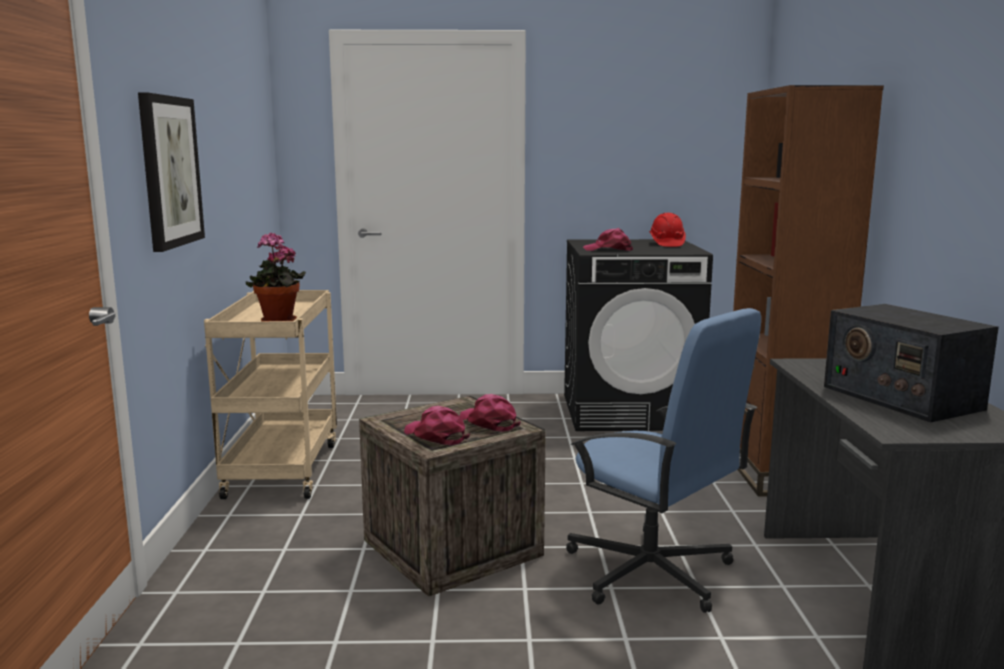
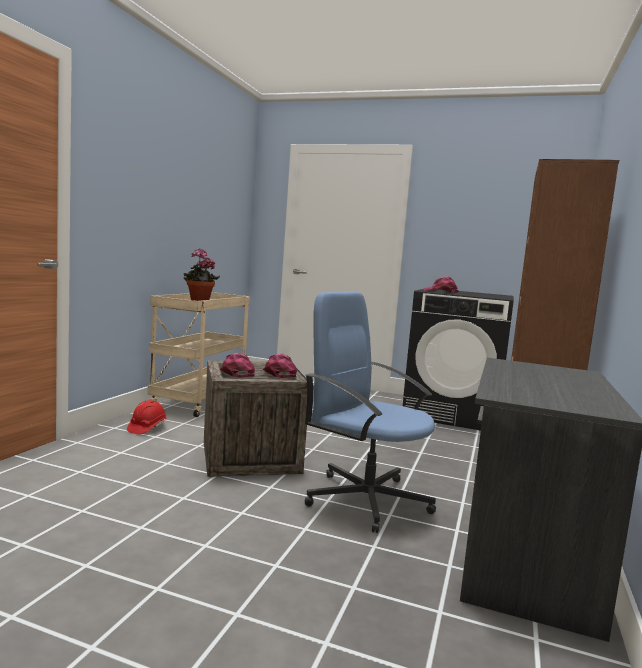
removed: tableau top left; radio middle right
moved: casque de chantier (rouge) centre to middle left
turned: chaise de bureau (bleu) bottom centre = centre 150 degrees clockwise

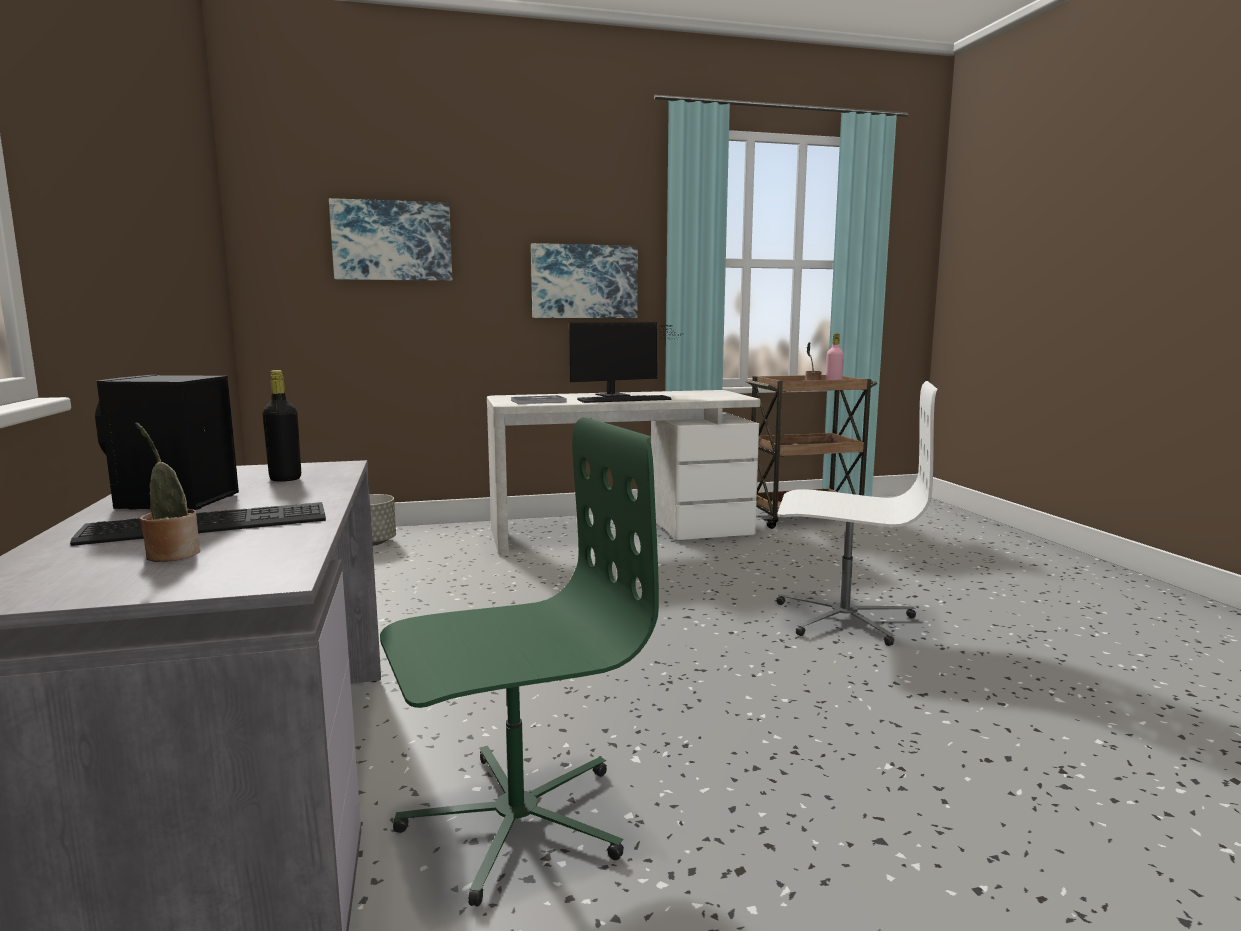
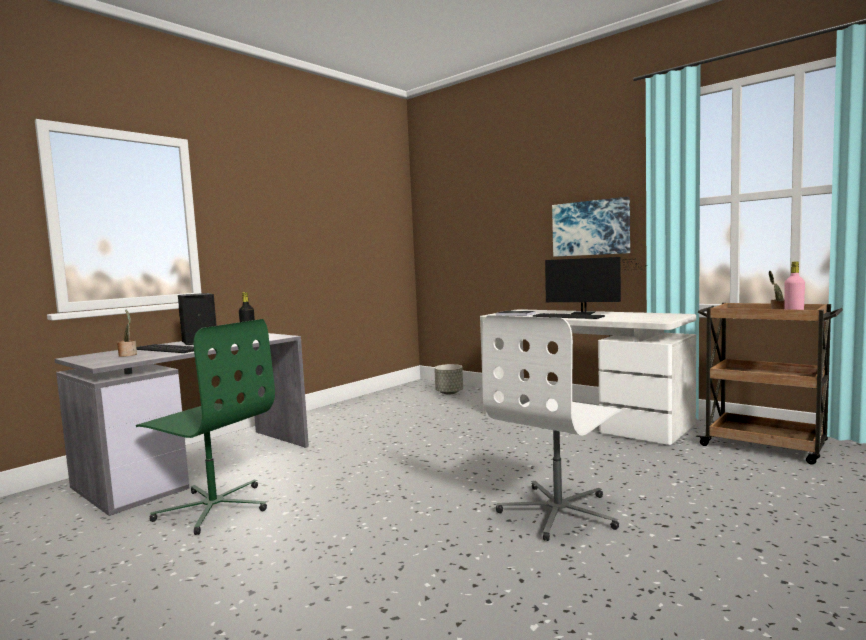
removed: tableau (1st from left) top left
turned: chaise de bureau (blanc) middle right = bottom centre 60 degrees clockwise

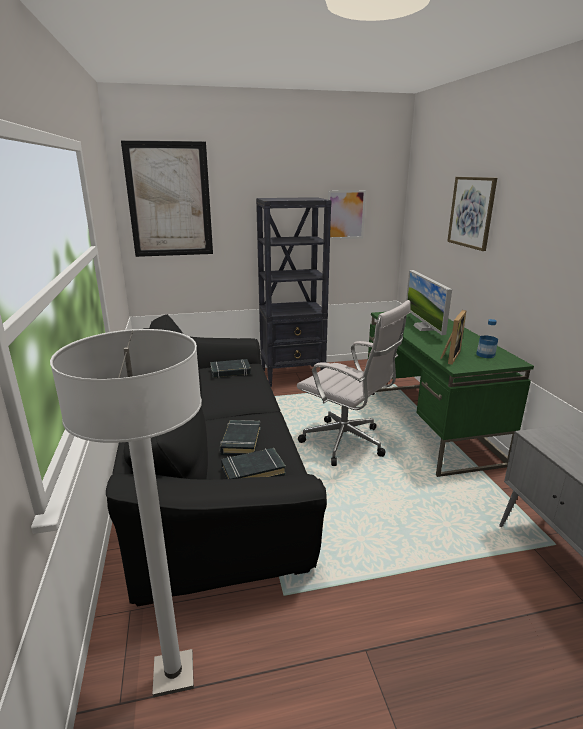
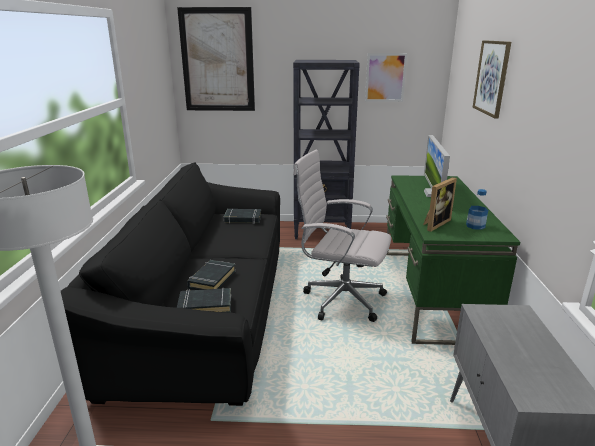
turned: chaise de bureau (blanc) centre = centre 150 degrees clockwise

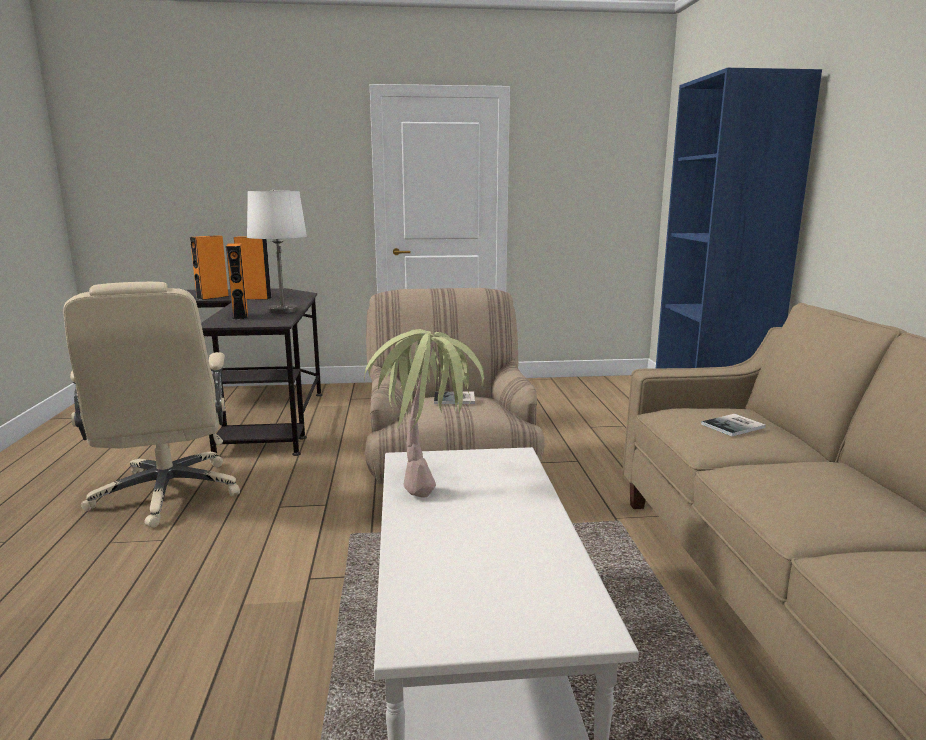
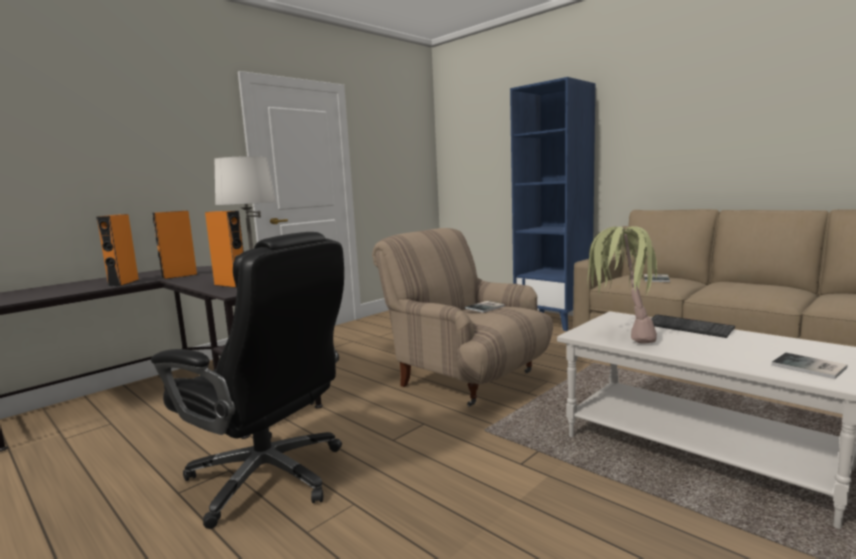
added: clavier middle right; livre (3rd from left) middle right
recoloured: chaise de bureau (beige) middle left to chaise de bureau (noir) bottom left

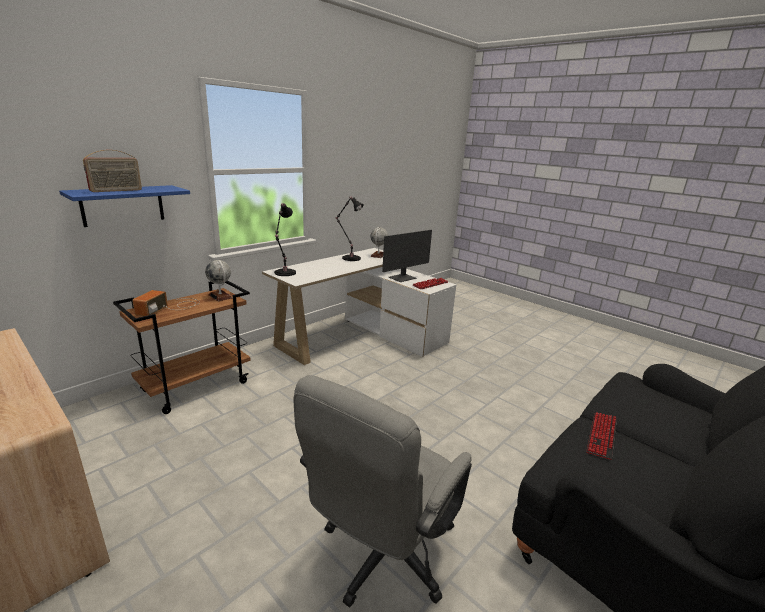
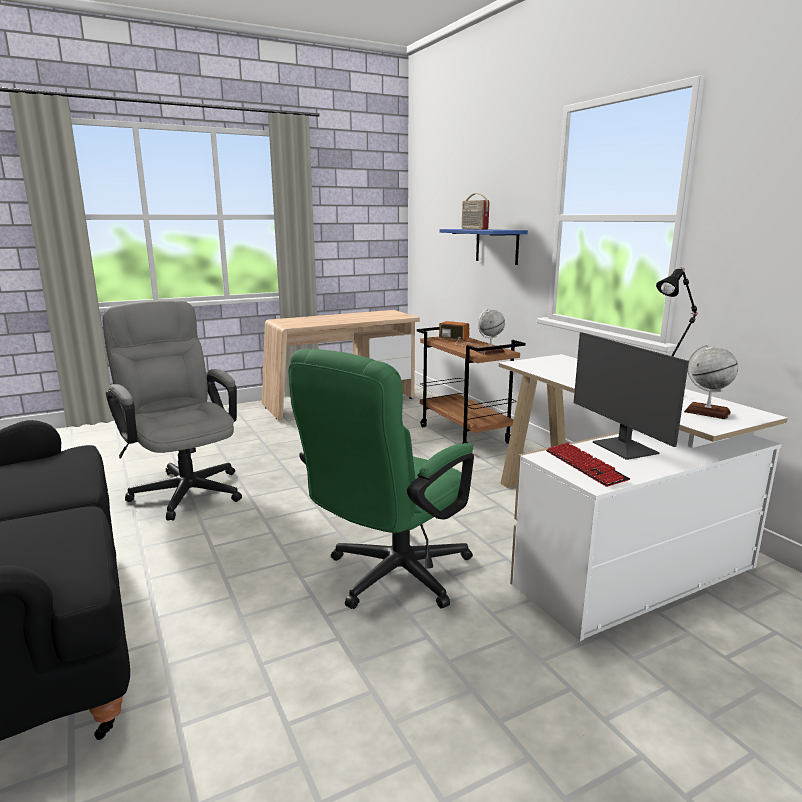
removed: lampe de table (noir) (1st from left) centre; clavier (2nd from left) bottom right
added: chaise de bureau (vert) centre

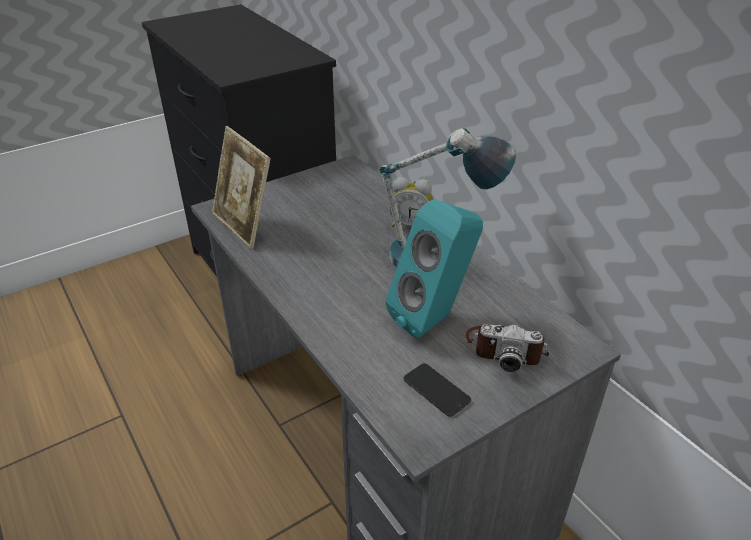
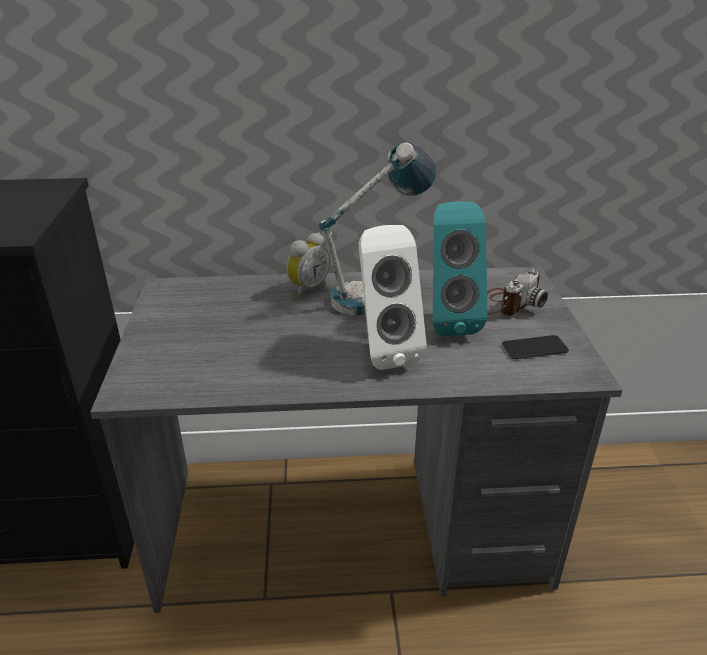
removed: cadre photo middle left
added: enceinte (blanc) centre

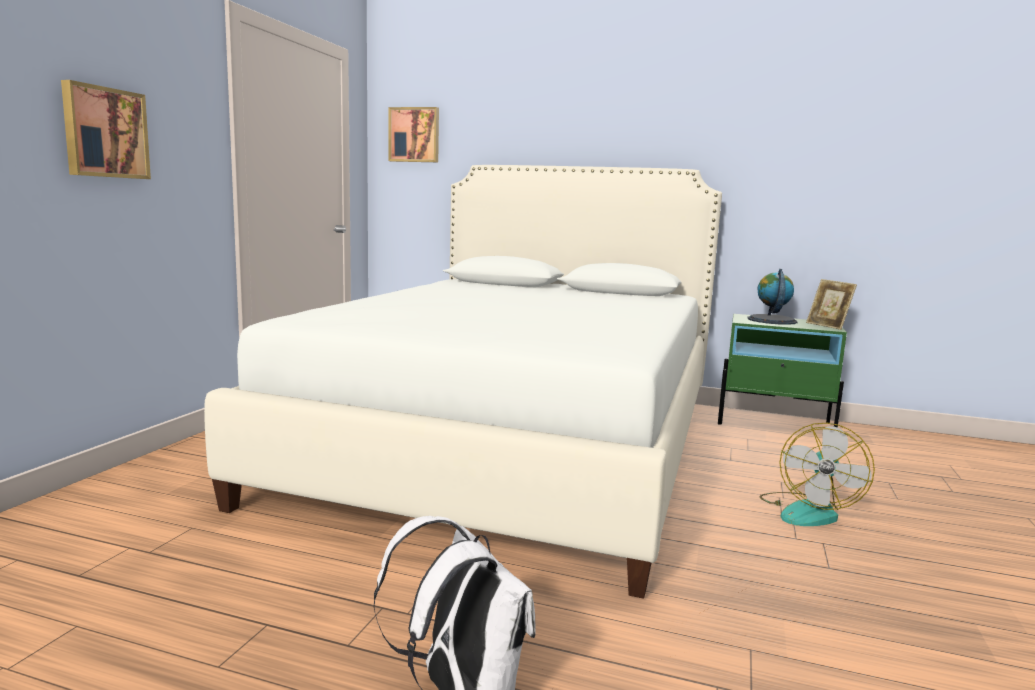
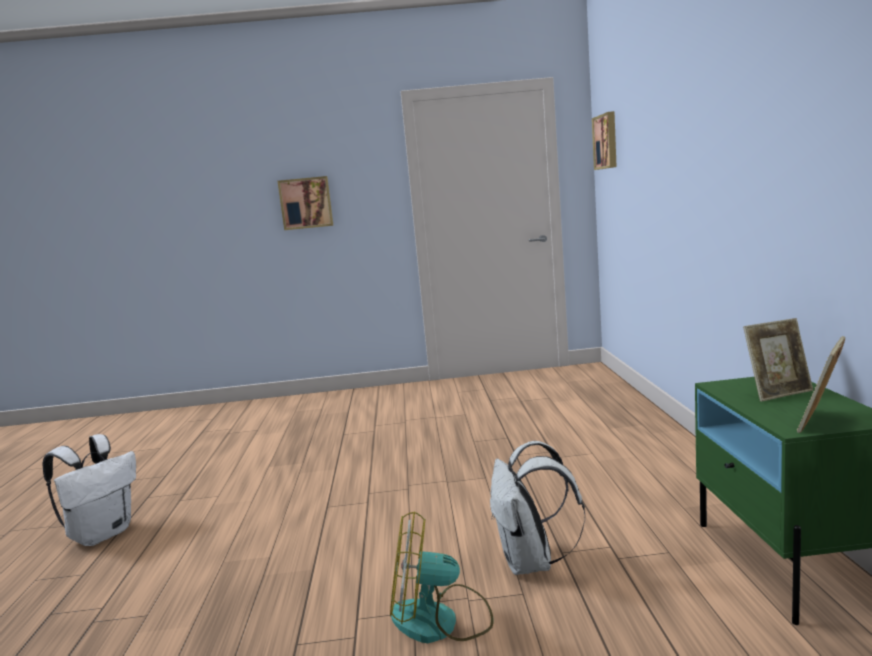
removed: lit (blanc) centre
added: sac à dos (blanc) (2nd from left) bottom centre
replaced: globe middle right to cadre photo (1st from left) middle right

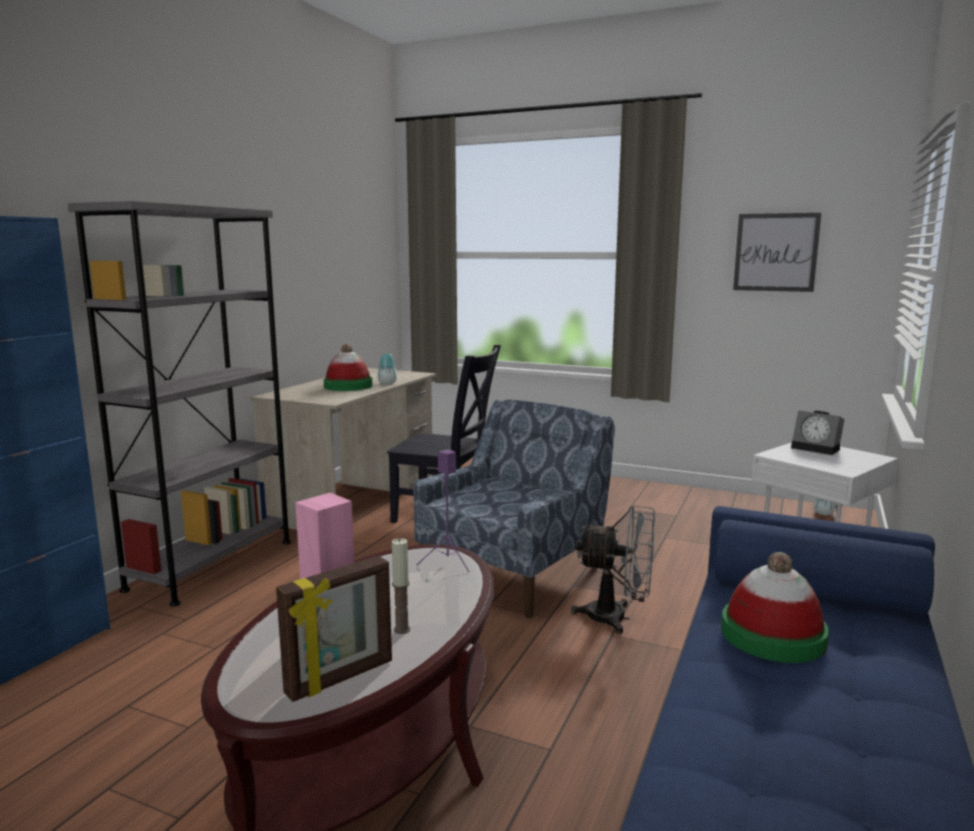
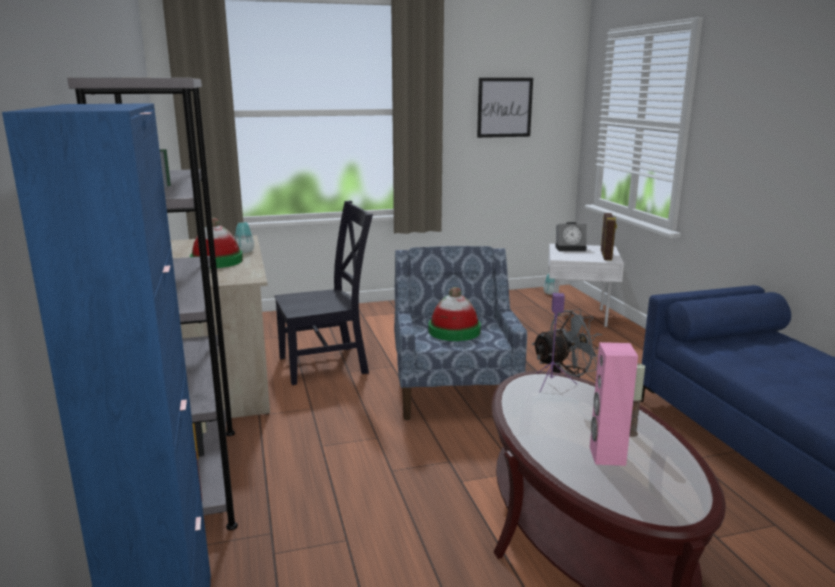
moved: chapeau (2nd from left) bottom right to centre; cadre photo bottom centre to middle right

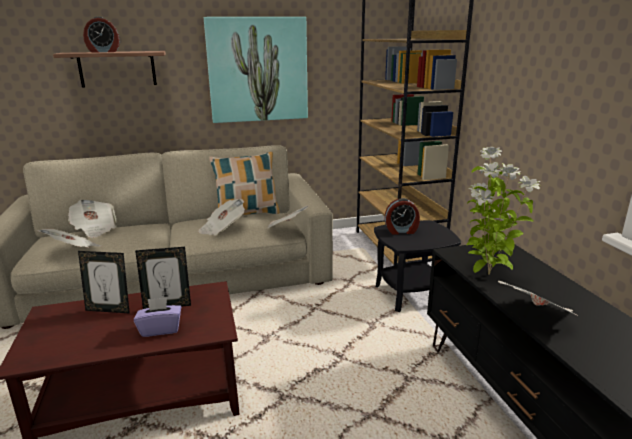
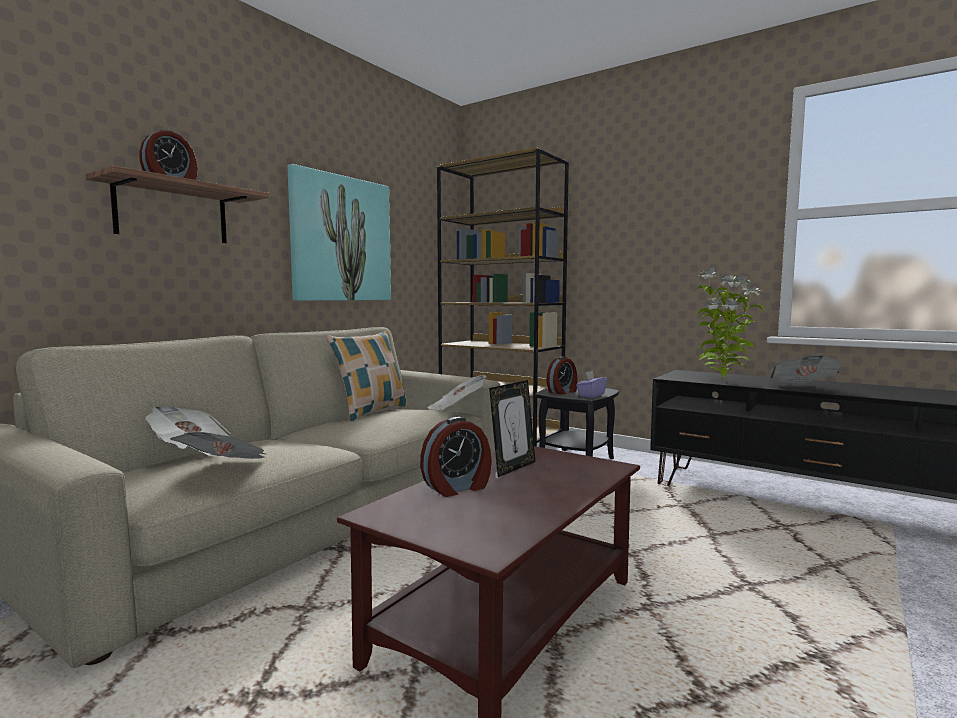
removed: journal (3rd from left) centre
moved: boîte à mouchoirs (violet) bottom left to centre
replaced: cadre photo (1st from left) middle left to réveil (2nd from left) centre

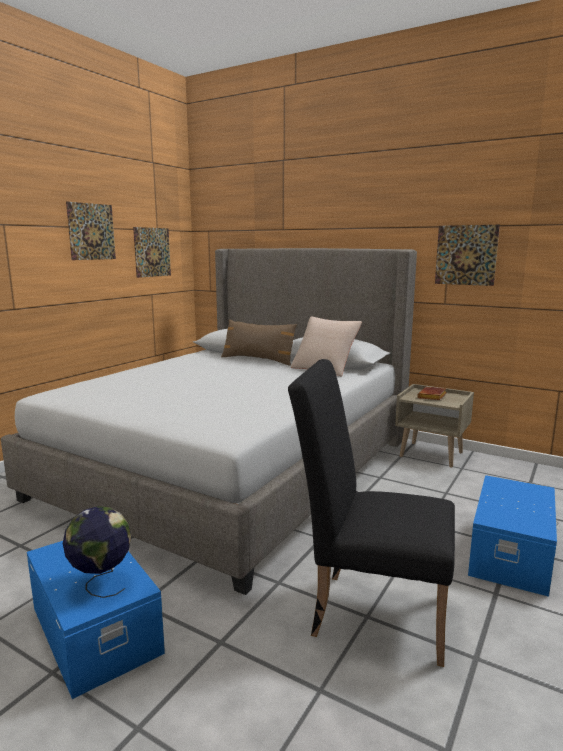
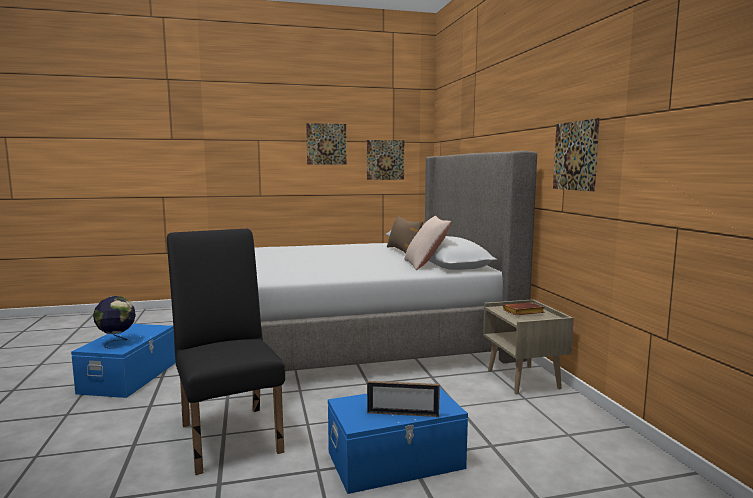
added: cadre photo bottom centre

